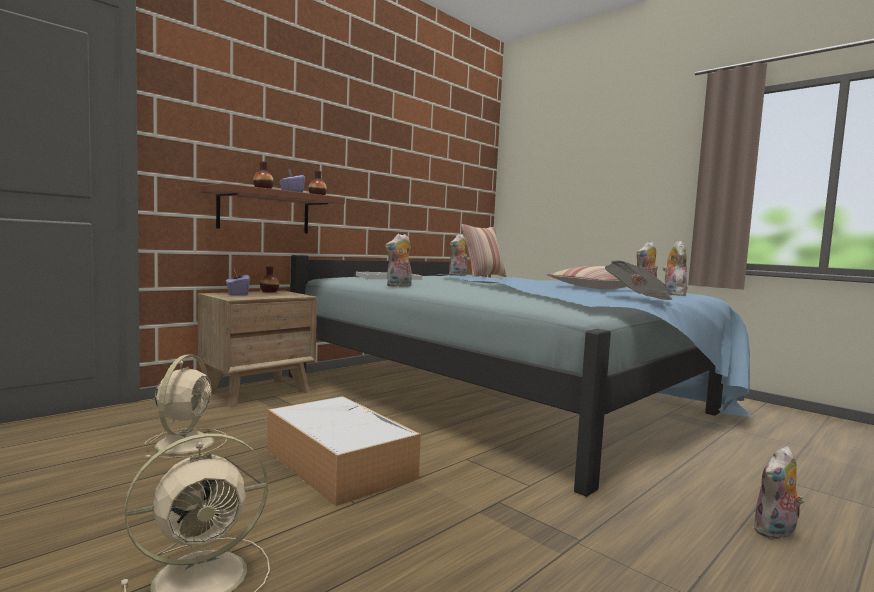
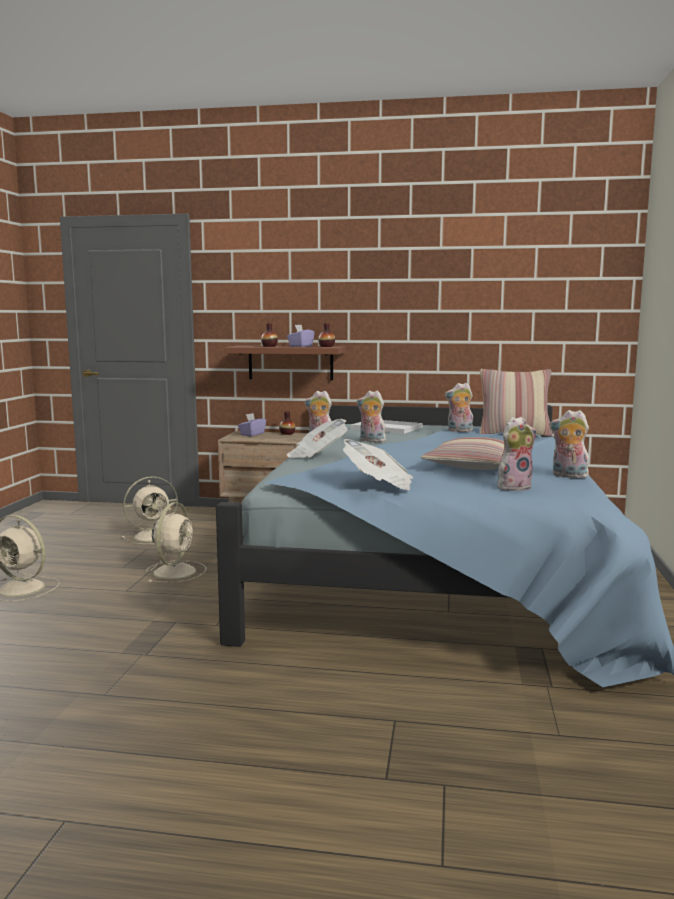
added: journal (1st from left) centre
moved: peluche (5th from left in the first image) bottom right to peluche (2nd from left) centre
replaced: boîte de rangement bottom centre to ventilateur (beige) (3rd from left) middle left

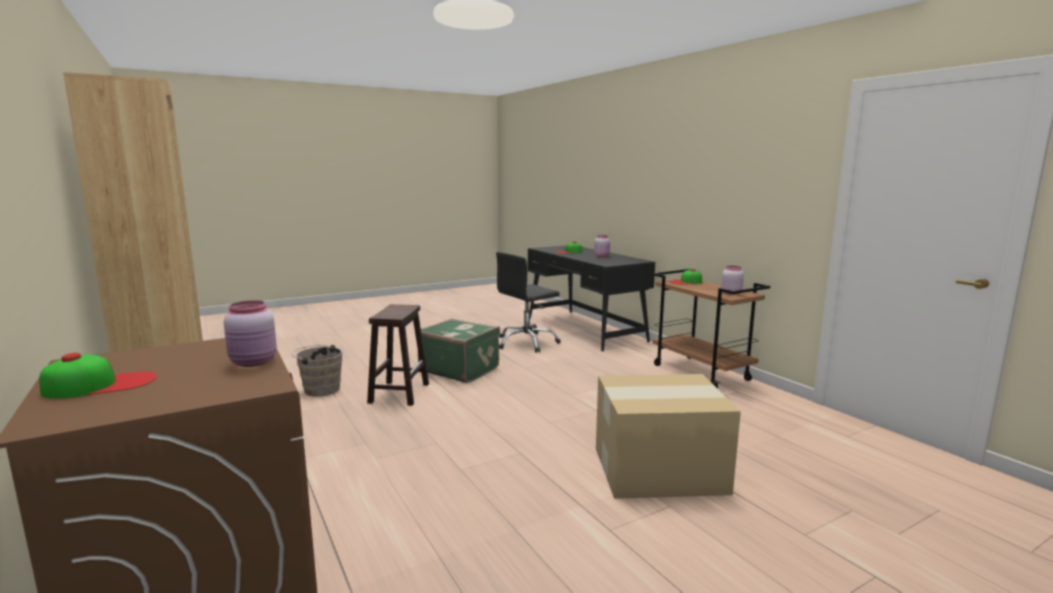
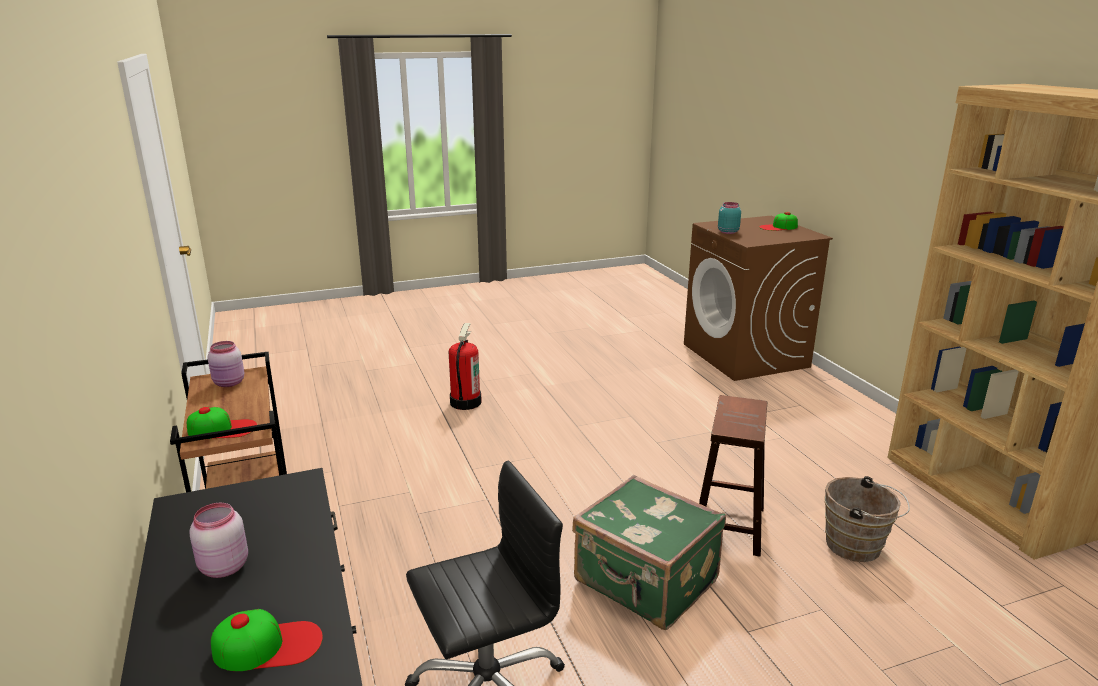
replaced: carton bottom centre to extincteur centre
recoloured: bocal (rose) (1st from left) middle left to bocal (turquoise) top centre

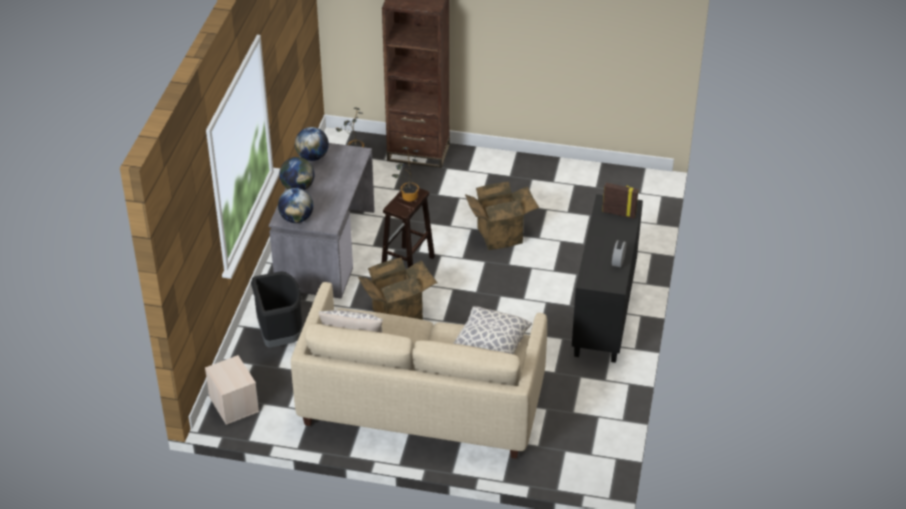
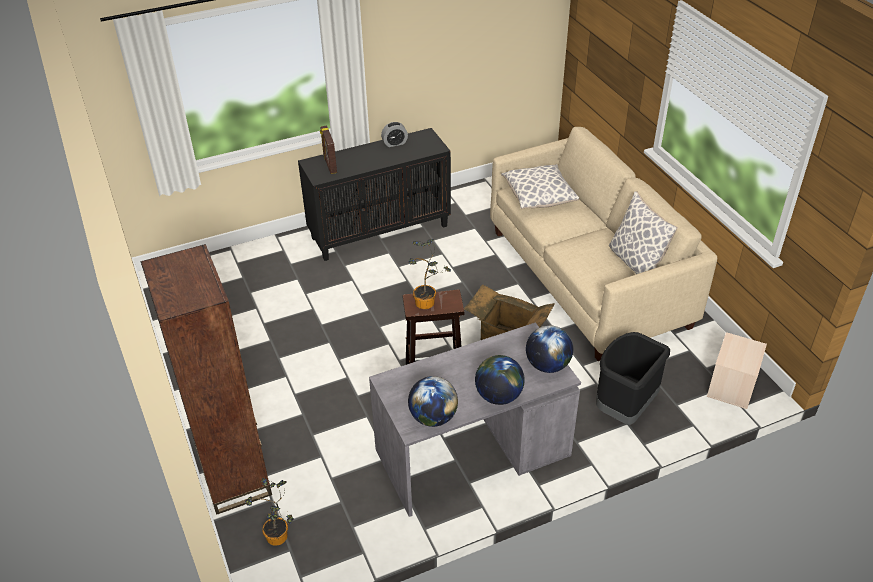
removed: carton (2nd from left) centre

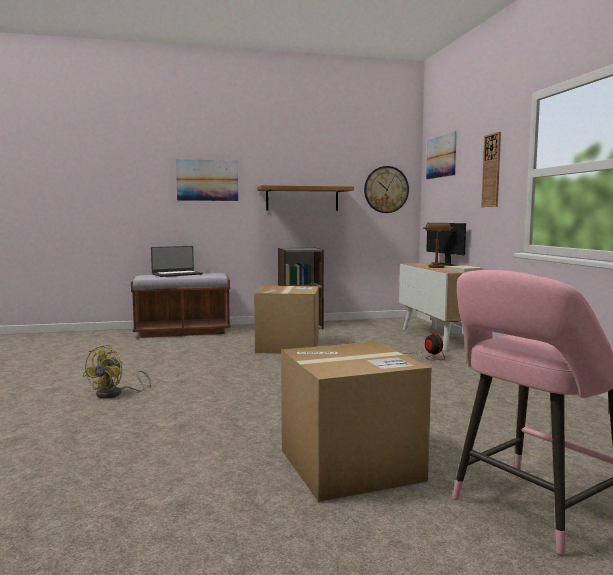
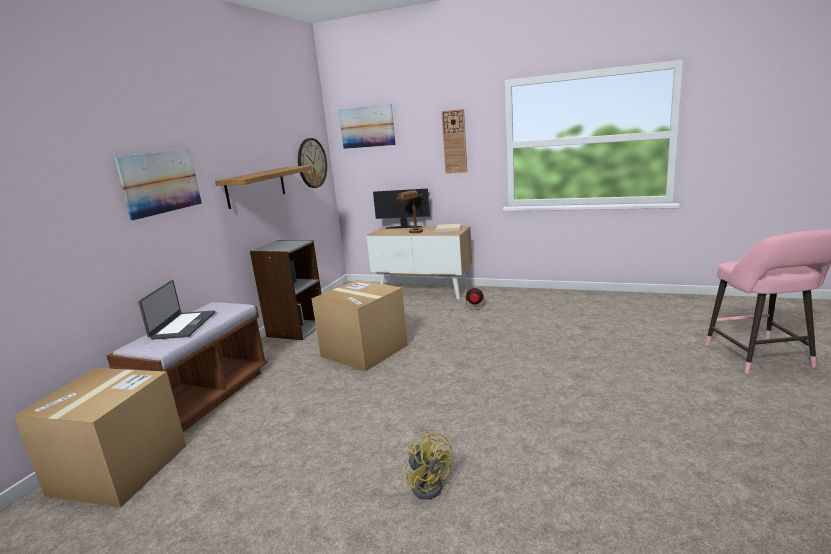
moved: carton (2nd from left in the first image) bottom centre to carton (1st from left) bottom left

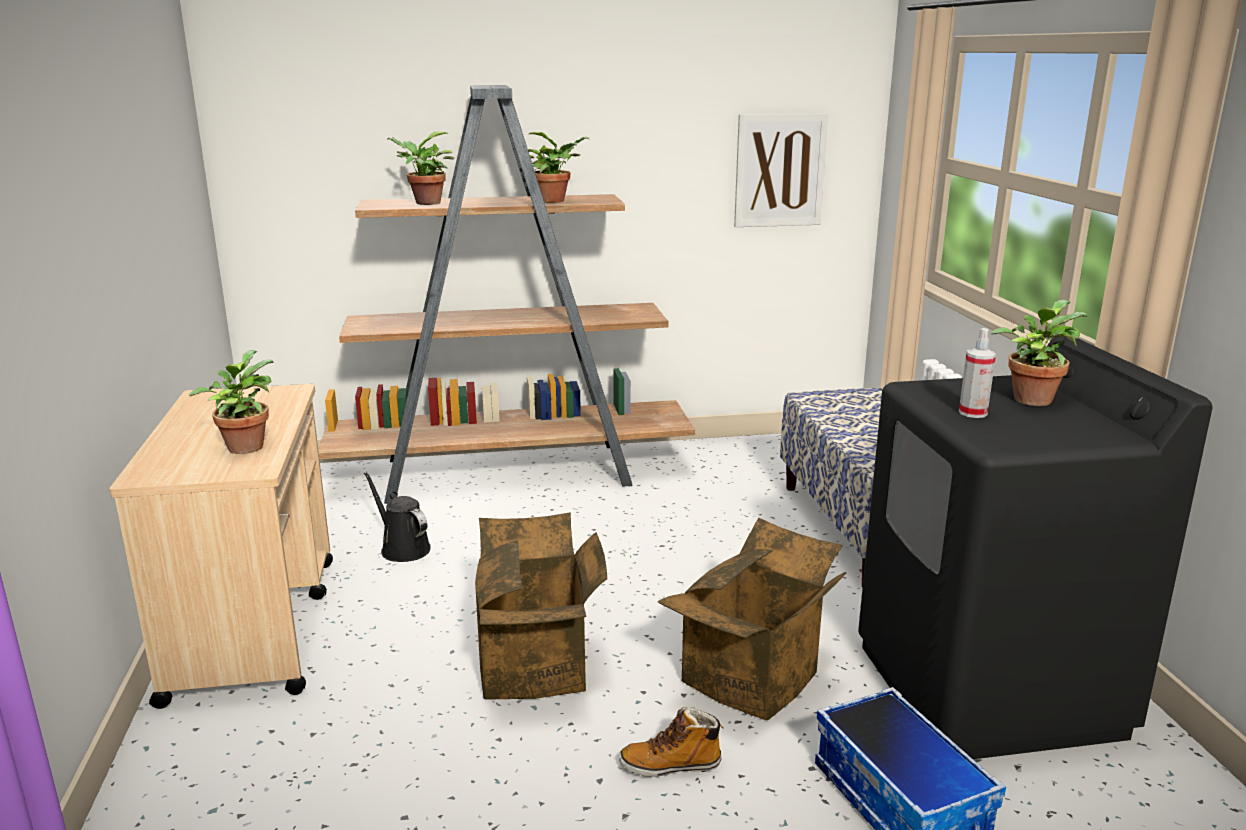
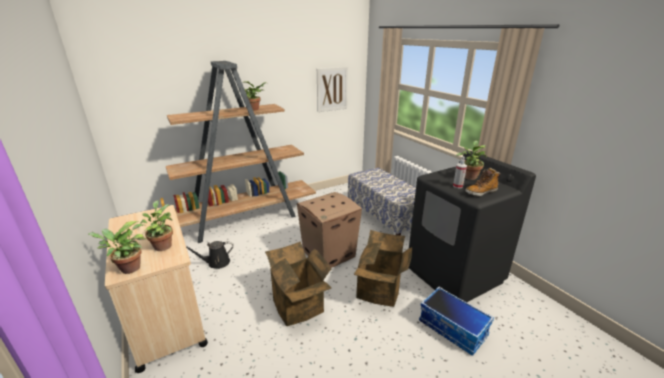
added: carton (2nd from left) centre
moved: plante en pot (2nd from left in the first image) top centre to plante en pot (1st from left) middle left; botte bottom centre to middle right
turned: arrosoir (noir) middle left = bottom left 45 degrees counterclockwise

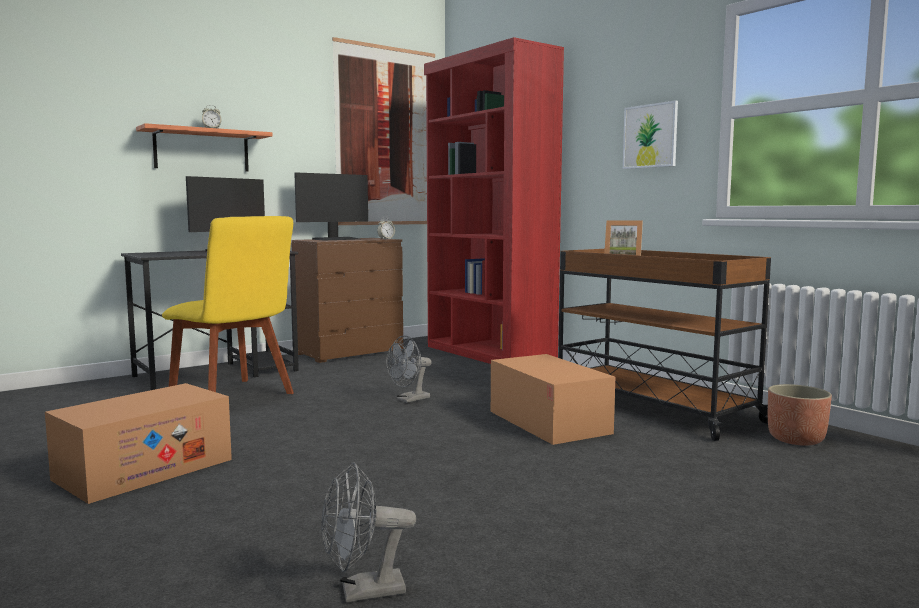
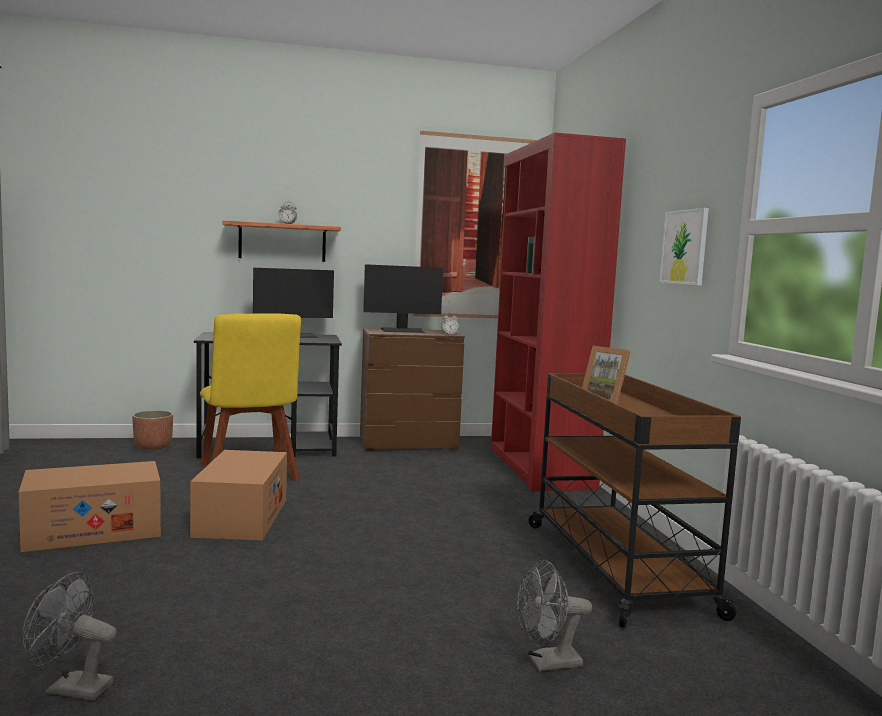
moved: cache-pot bottom right to middle left; carton (2nd from left) centre to bottom left; ventilateur (gris) (2nd from left) centre to bottom centre

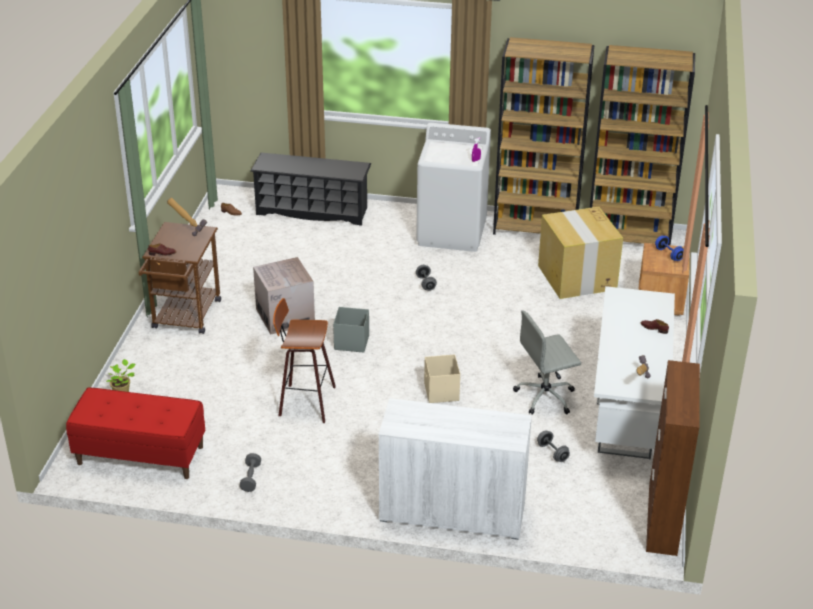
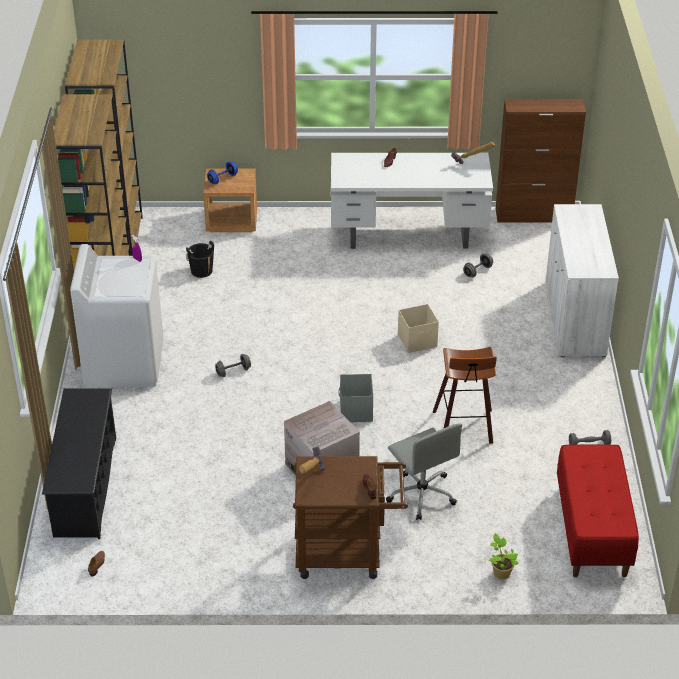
moved: chaise de bureau (gris) middle right to bottom centre
replaced: carton (2nd from left) middle right to seau (noir) middle left

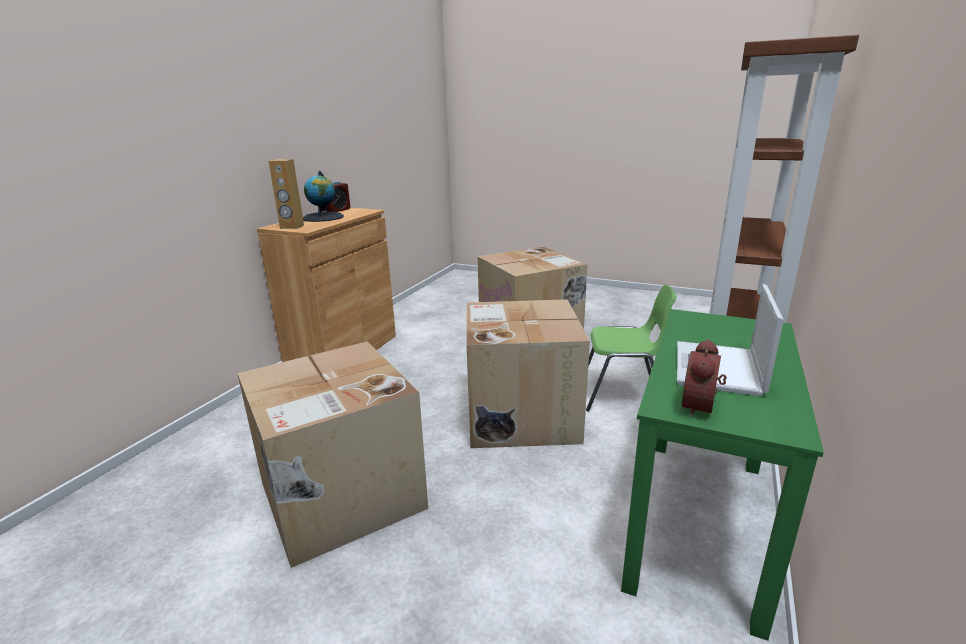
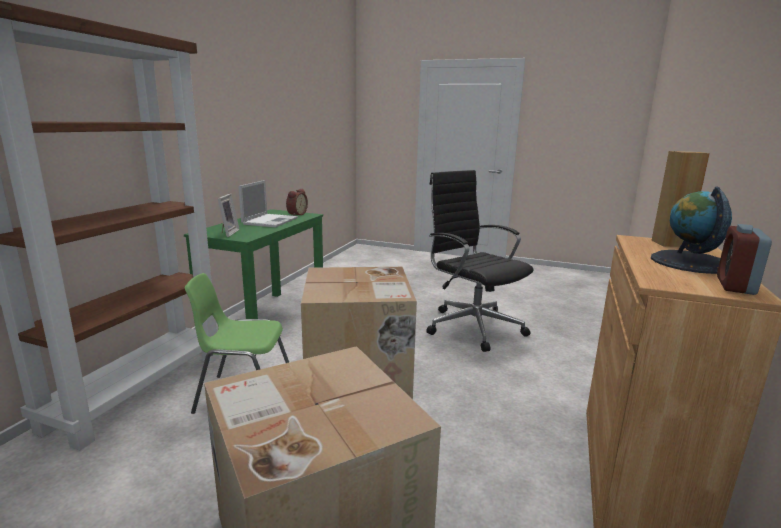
added: cadre photo middle left
replaced: carton (1st from left) bottom centre to chaise de bureau (noir) centre

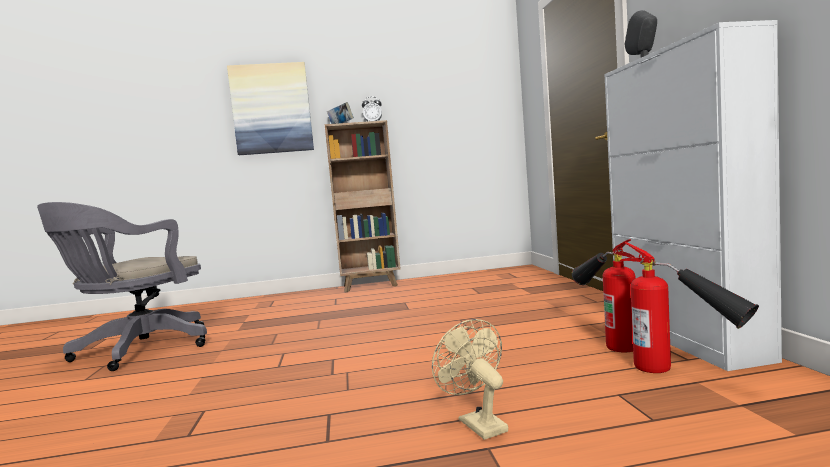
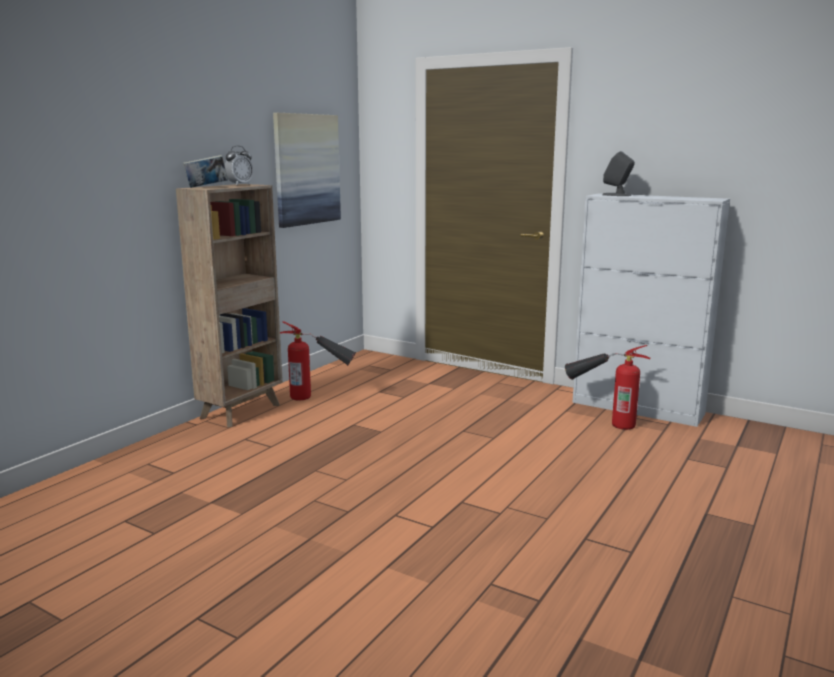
removed: chaise de bureau (gris) middle left; ventilateur (beige) bottom centre
moved: tableau top left to top centre; extincteur (2nd from left in the first image) middle right to extincteur (1st from left) centre

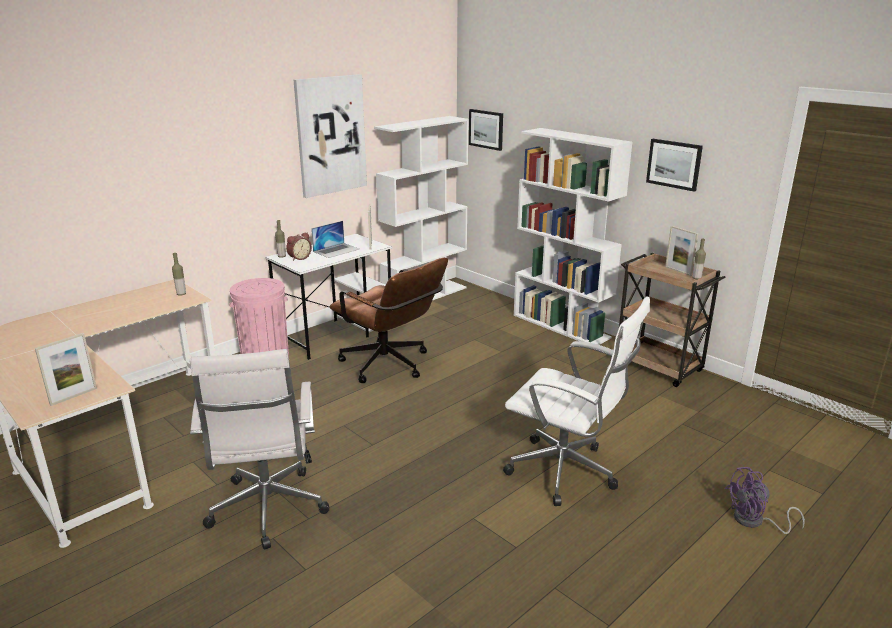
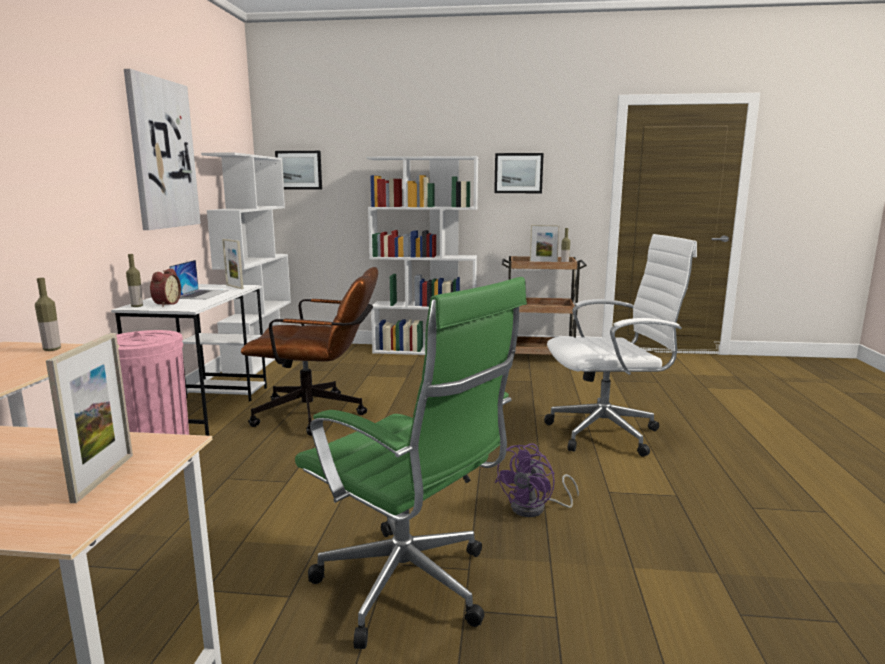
moved: ventilateur (violet) bottom right to bottom centre
recoloured: chaise de bureau (blanc) (1st from left) bottom left to chaise de bureau (vert) bottom centre

